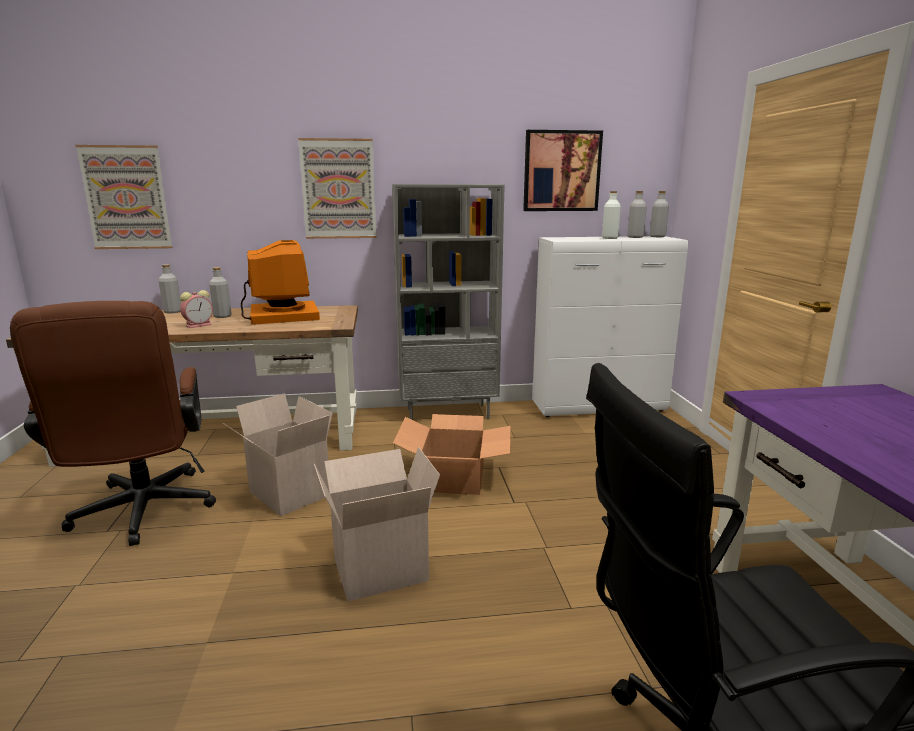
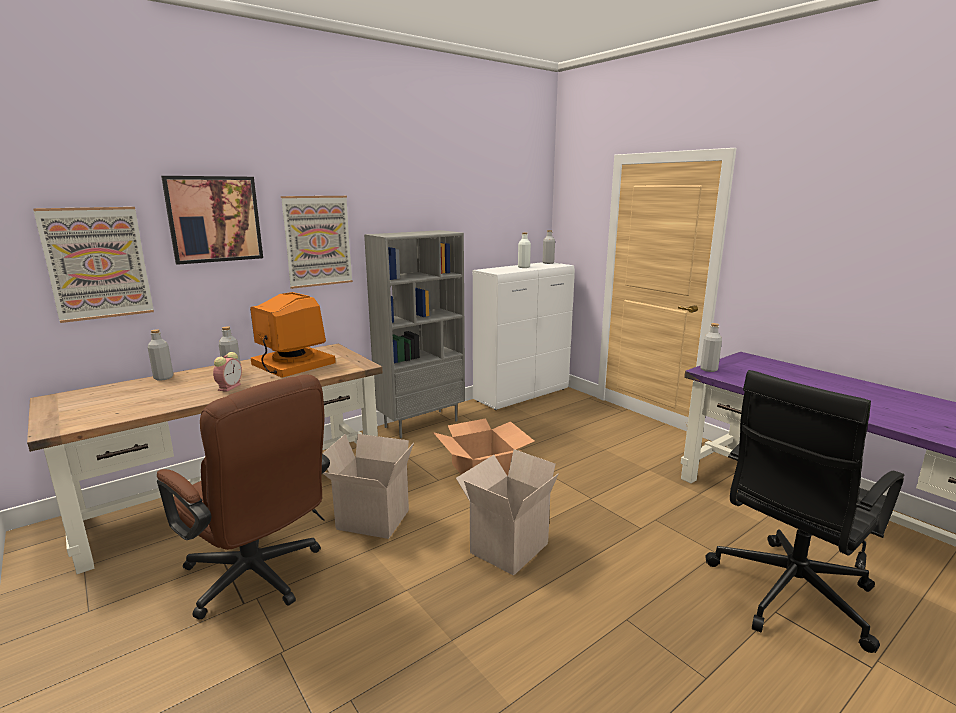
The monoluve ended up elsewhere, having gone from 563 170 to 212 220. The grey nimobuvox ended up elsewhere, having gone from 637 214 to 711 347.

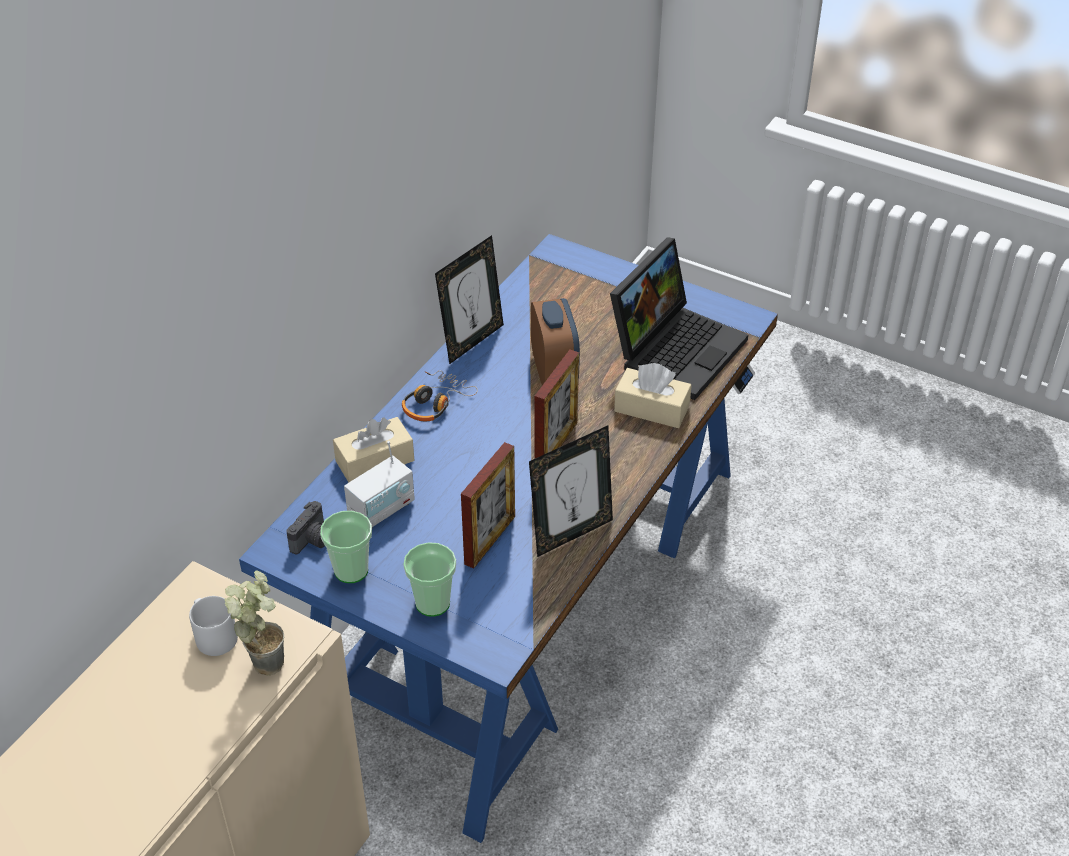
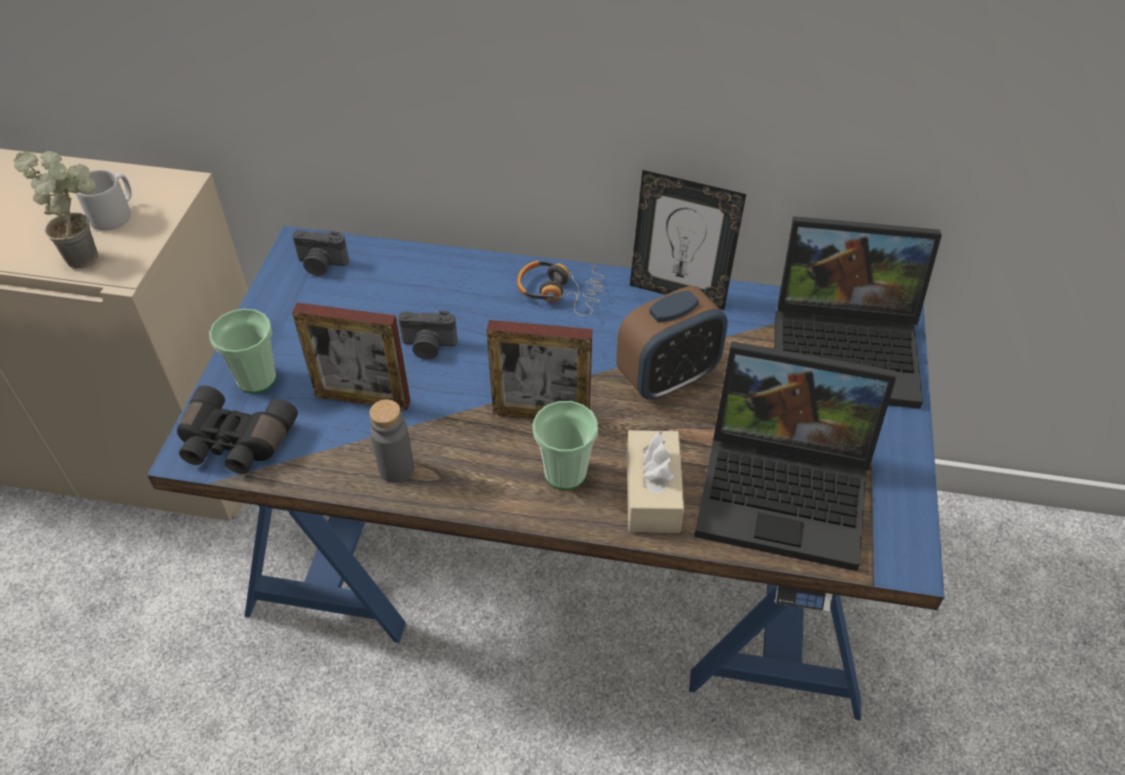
The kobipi ended up elsewhere, having gone from 346 547 to 565 445. The second view lost the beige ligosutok at 373 449. The second view lost the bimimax at 379 484. Where the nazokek stood at 571 491, the grey nimobuvox came to stand at 391 441. The second view gained the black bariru at 237 429. The second view gained the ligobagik at 428 334. The second view gained the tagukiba at 858 312.

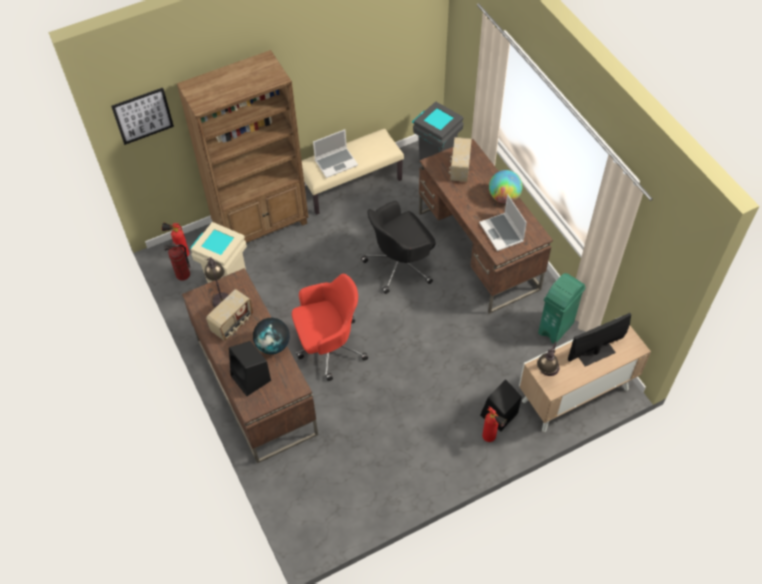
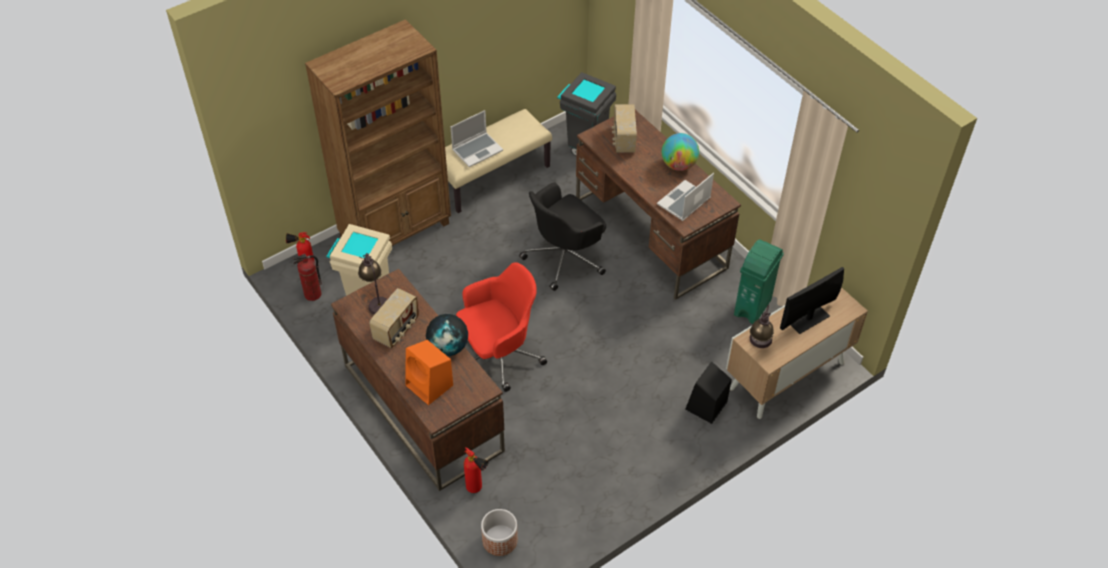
The second view lost the monoluve at 142 116. What was the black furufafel at 250 368 turned into the orange furufafel at 429 372. The tagukiba at 503 222 ended up facing another way, 75 degrees clockwise from before. The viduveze ended up elsewhere, having gone from 494 424 to 476 470. The second view gained the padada at 499 532.

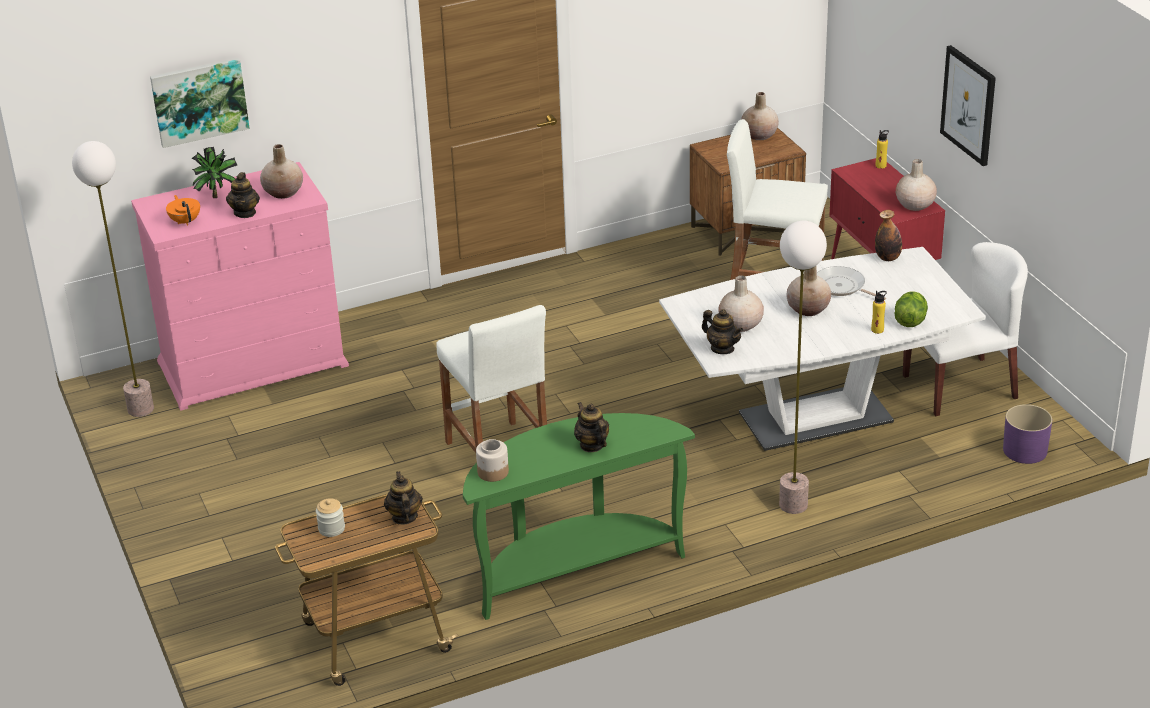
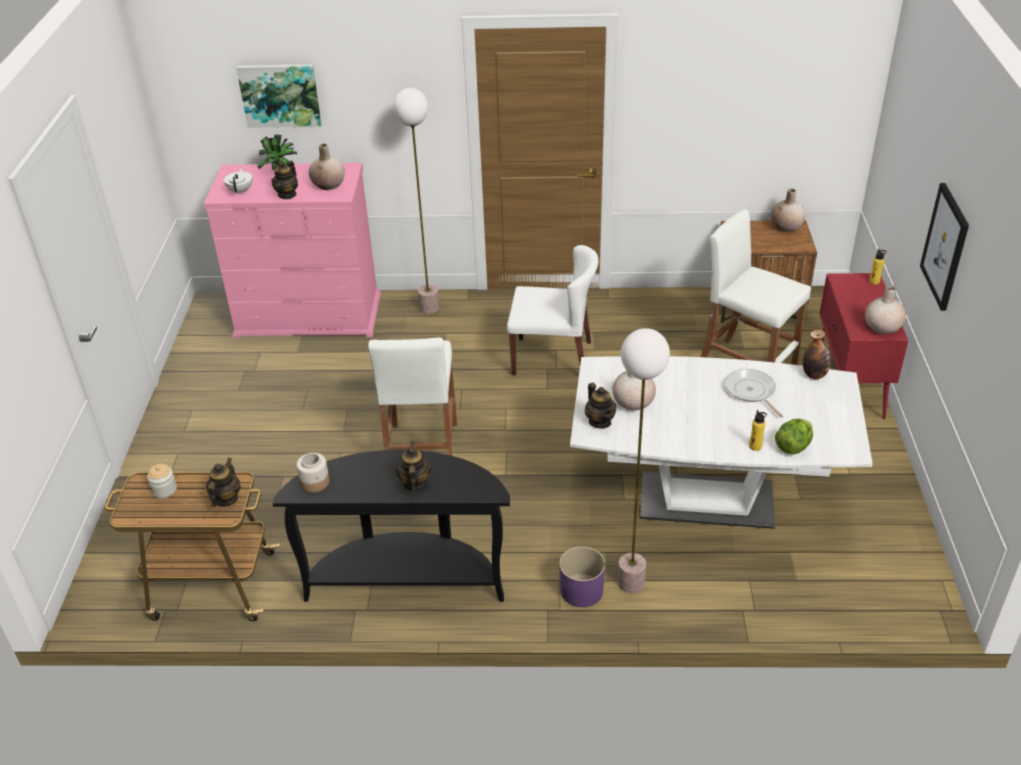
The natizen ended up elsewhere, having gone from 113 279 to 416 201. What was the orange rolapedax at 183 210 turned into the white rolapedax at 238 181. What was the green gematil at 579 516 turned into the black gematil at 391 526. The second view lost the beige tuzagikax at 808 290. The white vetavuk ended up elsewhere, having gone from 965 329 to 552 310. The purple padada ended up elsewhere, having gone from 1027 434 to 582 576.

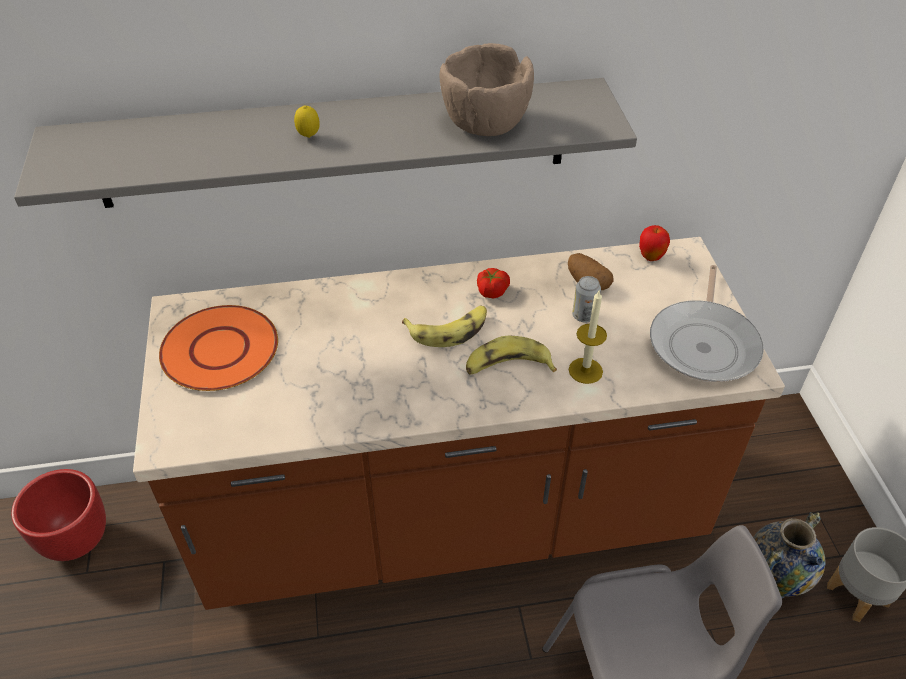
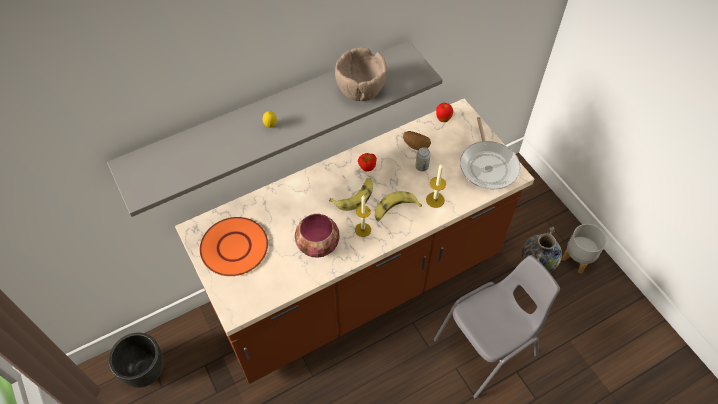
What was the red padada at 58 515 turned into the black padada at 136 360. The second view gained the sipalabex at 317 236. The second view gained the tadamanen at 363 216.

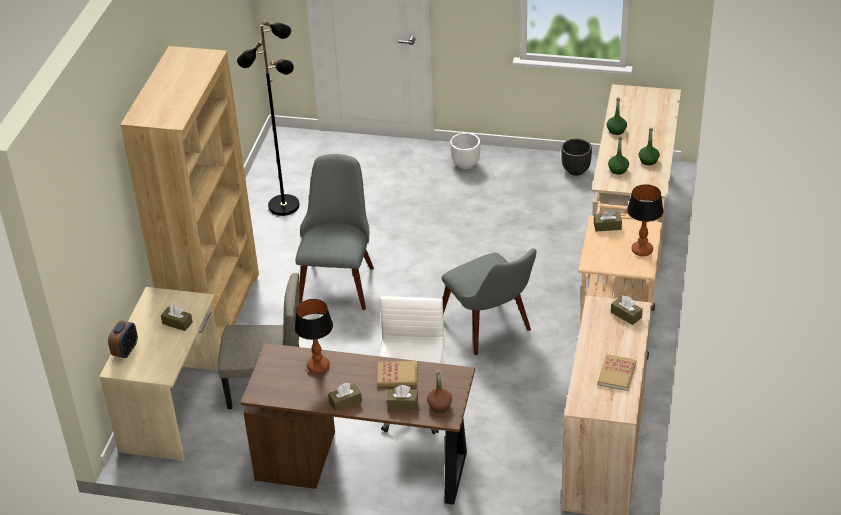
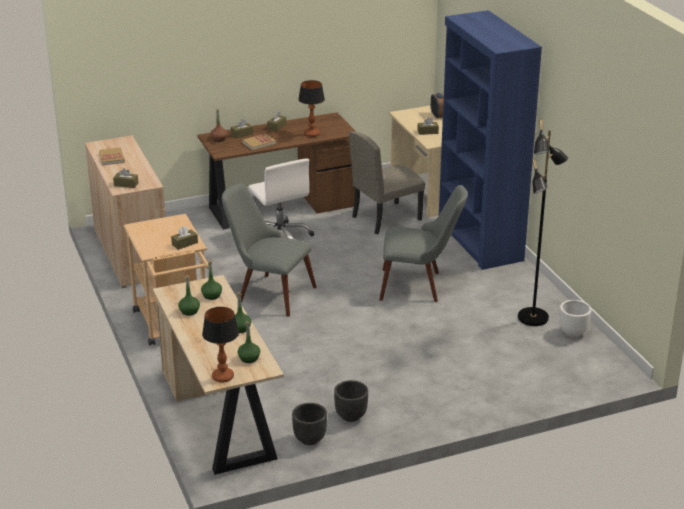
What was the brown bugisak at 189 196 turned into the blue bugisak at 490 140. The grey vetavuk at 334 232 ended up facing another way, 60 degrees counterclockwise from before. The white padada ended up elsewhere, having gone from 465 151 to 575 318. The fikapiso ended up elsewhere, having gone from 645 220 to 220 345. The second view gained the green nimobuvox at 249 342. The second view gained the black padada at 351 401.

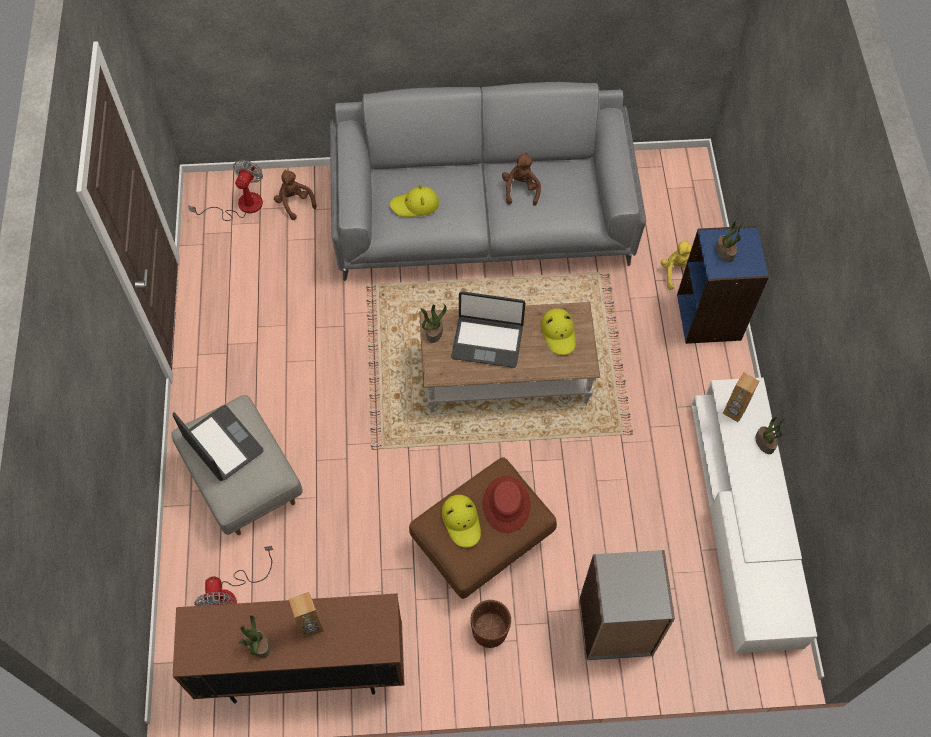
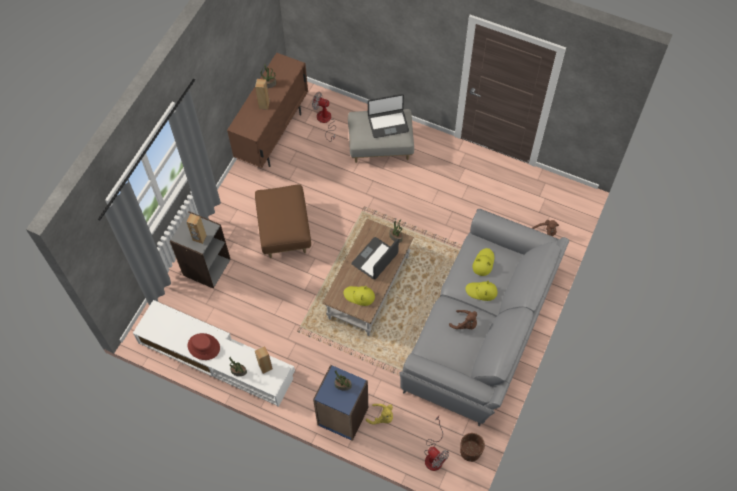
The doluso ended up elsewhere, having gone from 225 190 to 436 443. The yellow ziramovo ended up elsewhere, having gone from 461 521 to 481 290. The brown padada ended up elsewhere, having gone from 490 624 to 472 447. The red ziramovo ended up elsewhere, having gone from 507 504 to 204 346. The second view gained the brown furufafel at 196 228.

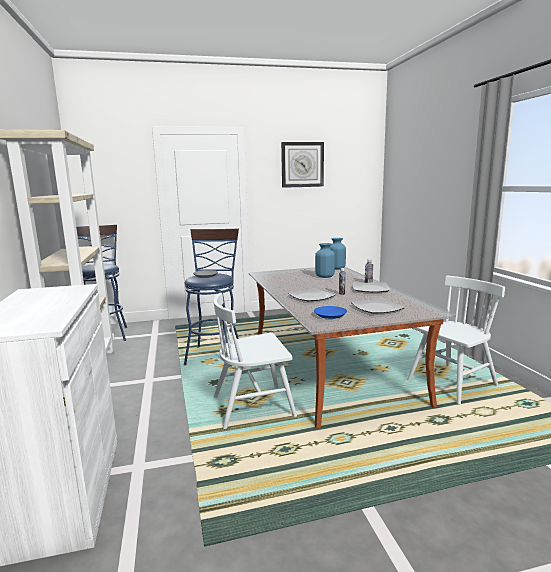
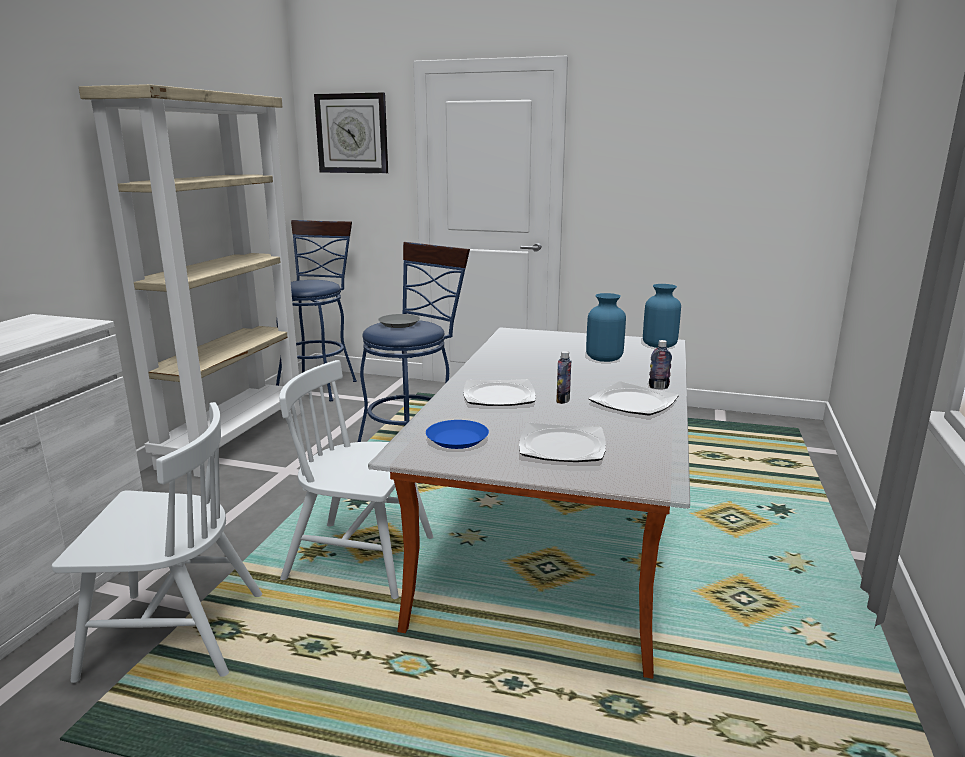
The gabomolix ended up elsewhere, having gone from 302 165 to 351 133. The white vetavuk ended up elsewhere, having gone from 456 339 to 157 542.

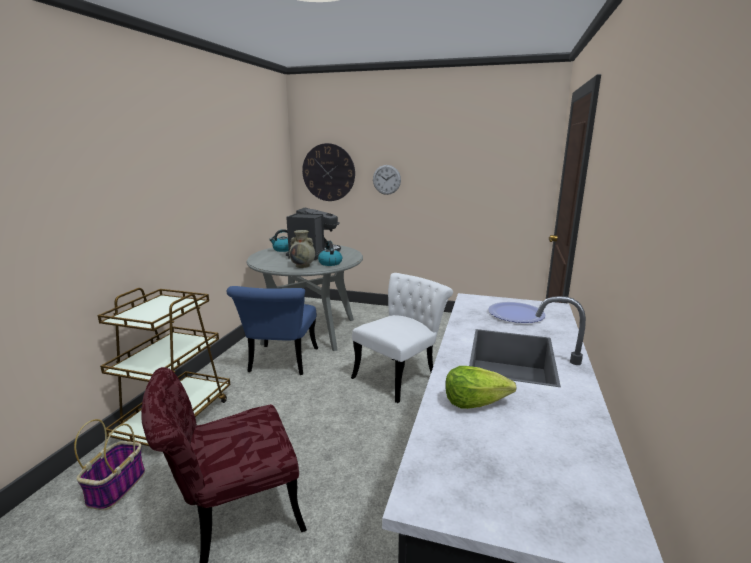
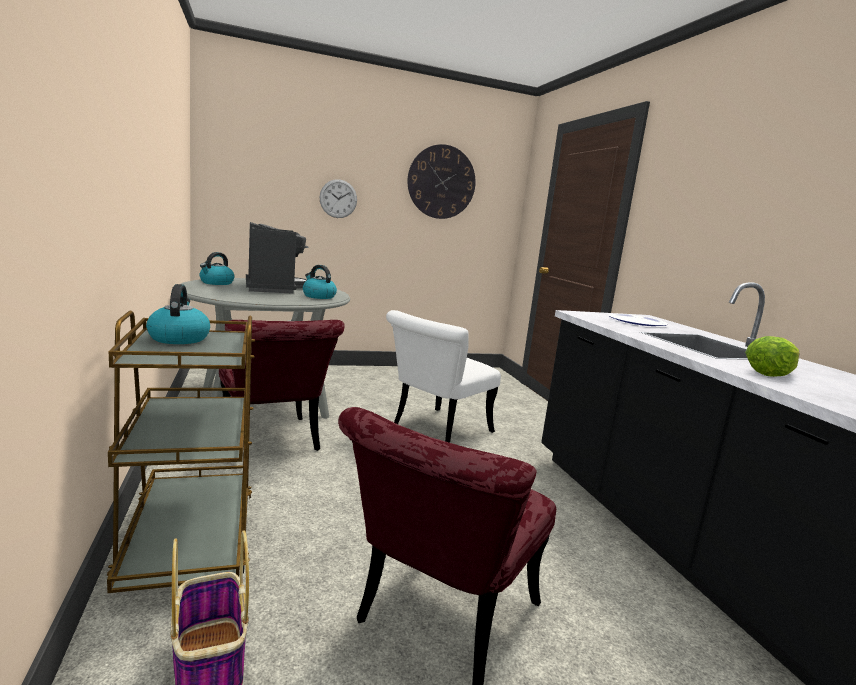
What was the blue vetavuk at 272 330 turned into the red vetavuk at 282 385. The second view lost the beige tuzagikax at 302 249. The gabomolix ended up elsewhere, having gone from 328 172 to 441 181. The white vetavuk at 402 338 ended up facing another way, 150 degrees counterclockwise from before. The second view gained the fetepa at 178 314.

